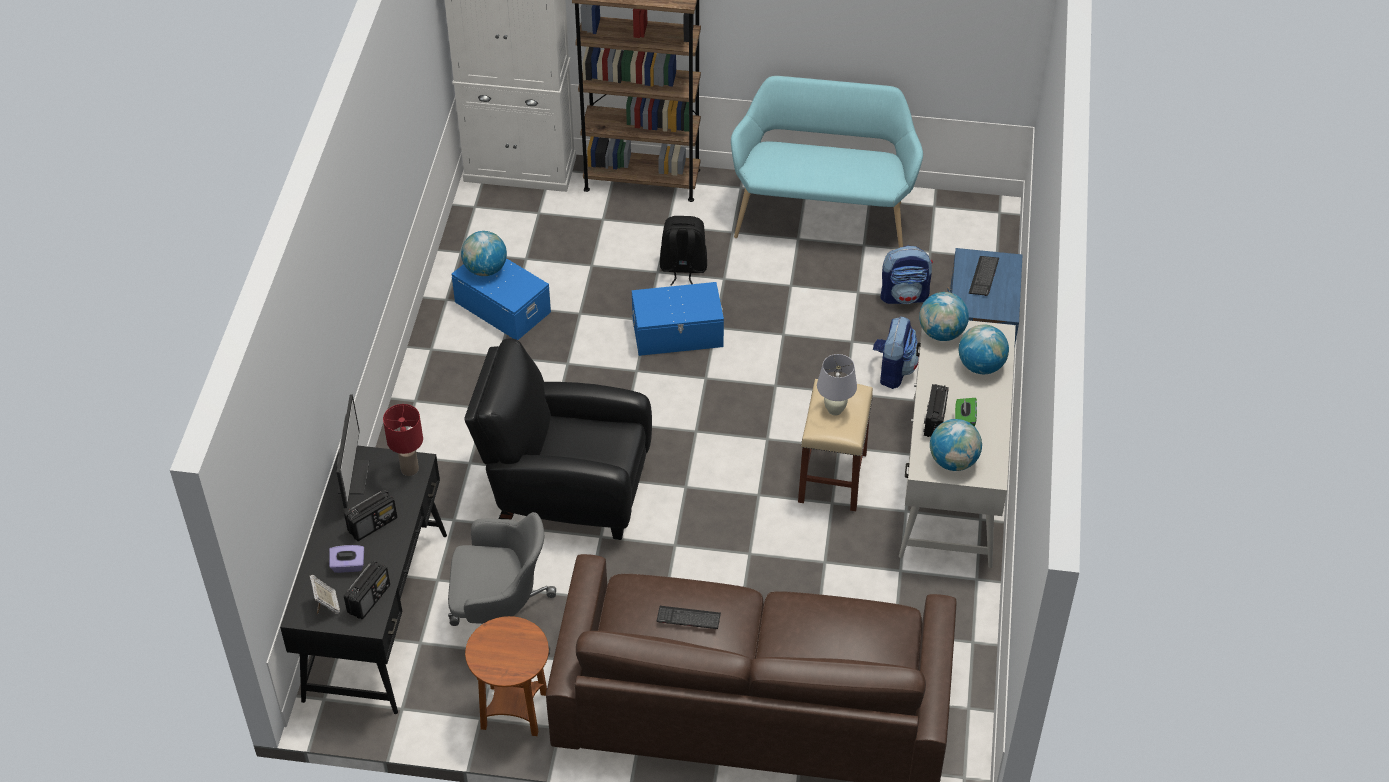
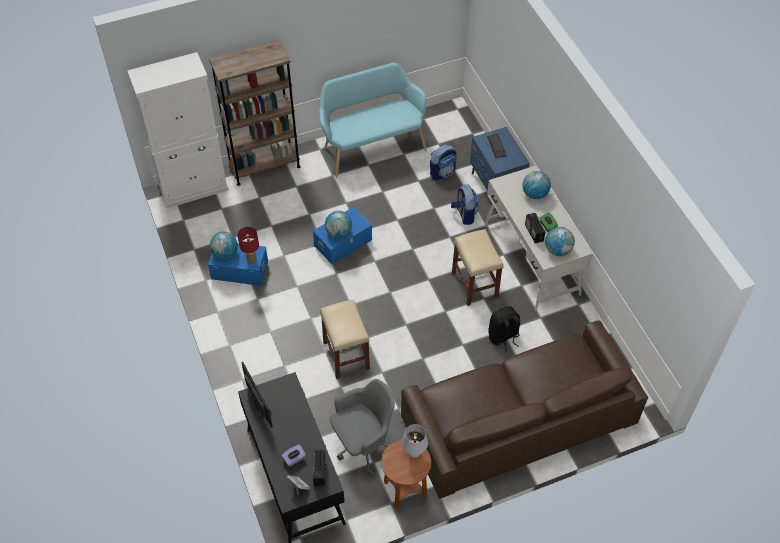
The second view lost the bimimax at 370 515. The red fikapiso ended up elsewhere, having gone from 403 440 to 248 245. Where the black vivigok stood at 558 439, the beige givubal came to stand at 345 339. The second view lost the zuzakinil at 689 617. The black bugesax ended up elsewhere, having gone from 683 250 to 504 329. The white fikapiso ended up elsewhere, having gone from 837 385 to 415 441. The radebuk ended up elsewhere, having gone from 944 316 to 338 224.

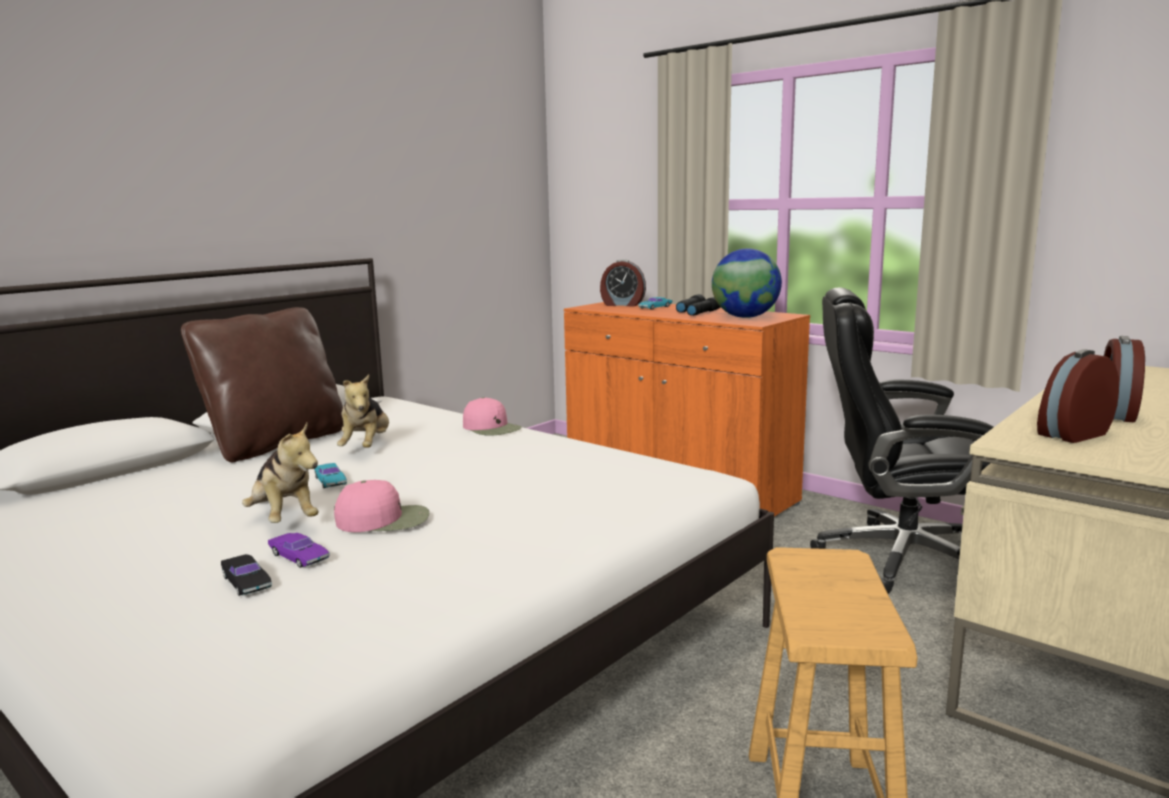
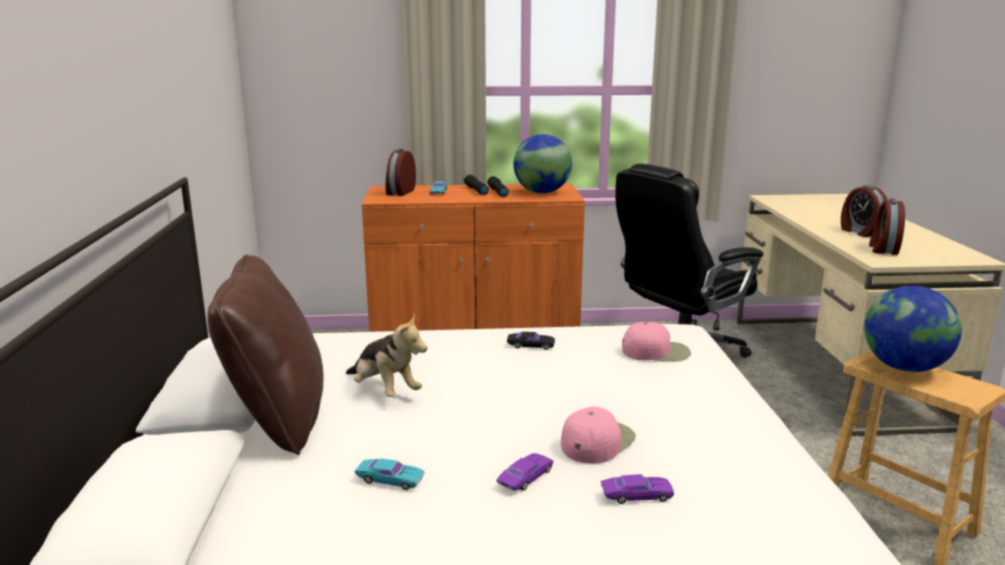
The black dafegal ended up elsewhere, having gone from 246 575 to 531 341. Where the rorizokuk stood at 280 473, the purple dafegal came to stand at 525 472. The turquoise dafegal ended up elsewhere, having gone from 330 475 to 389 474. The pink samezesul ended up elsewhere, having gone from 492 416 to 656 341. The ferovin at 623 282 ended up facing another way, 135 degrees clockwise from before. The second view gained the radebuk at 913 329.

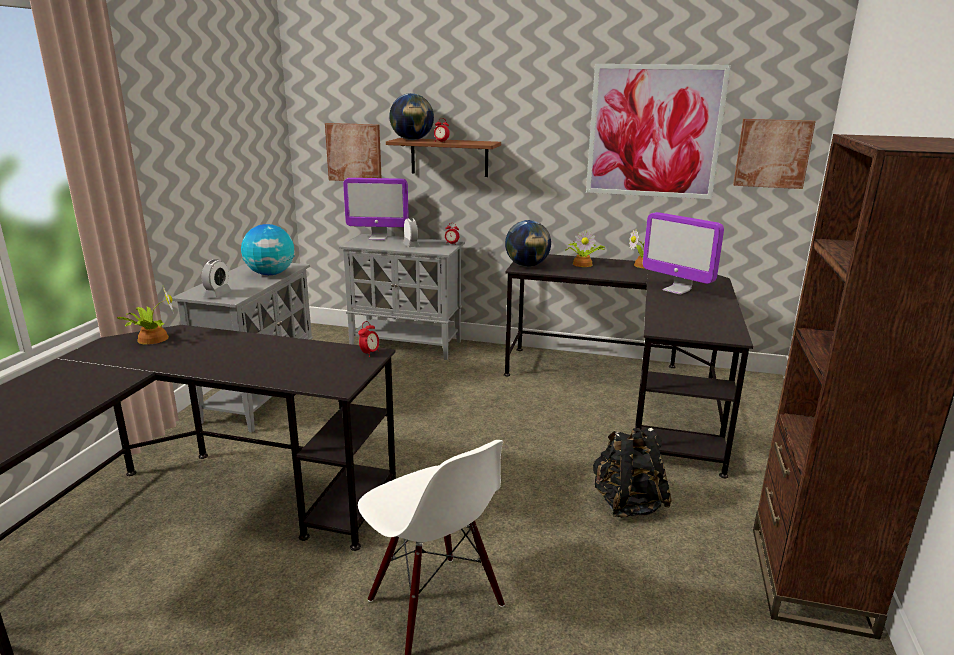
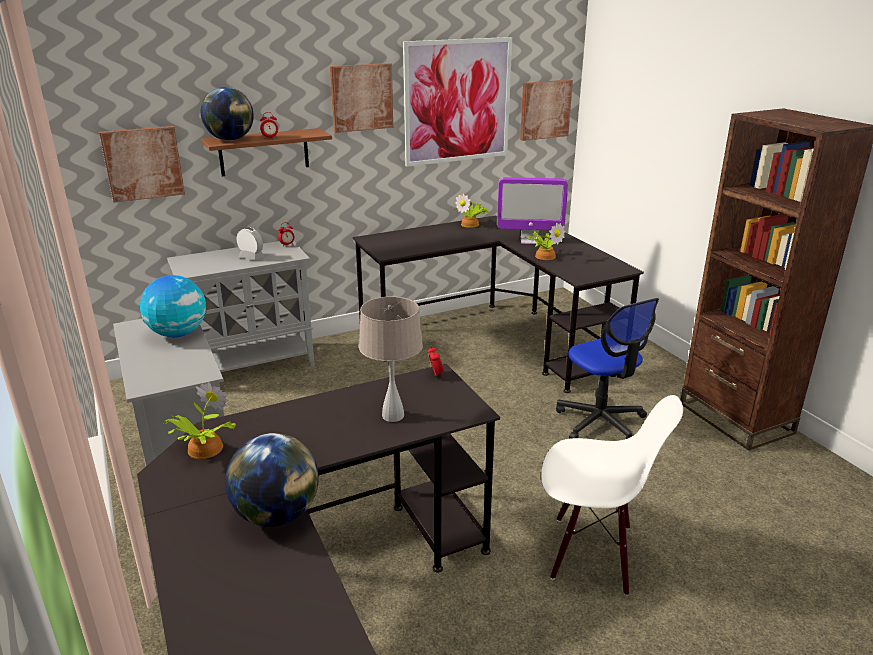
The second view lost the ferovin at 217 278. The second view lost the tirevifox at 376 209. The radebuk ended up elsewhere, having gone from 528 243 to 272 480. The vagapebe ended up elsewhere, having gone from 585 248 to 545 241. Where the black bugesax stood at 632 472, the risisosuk came to stand at 607 368. The second view gained the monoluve at 361 98. The second view gained the beige fikapiso at 391 359.

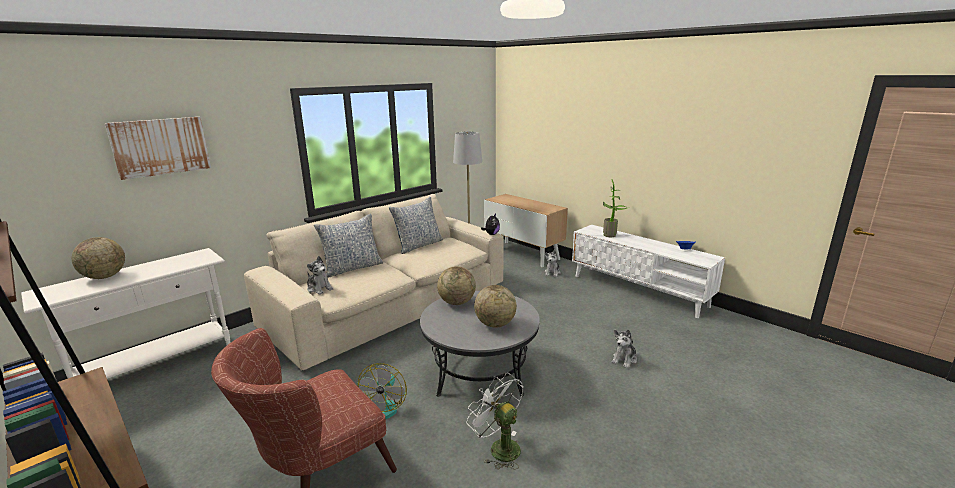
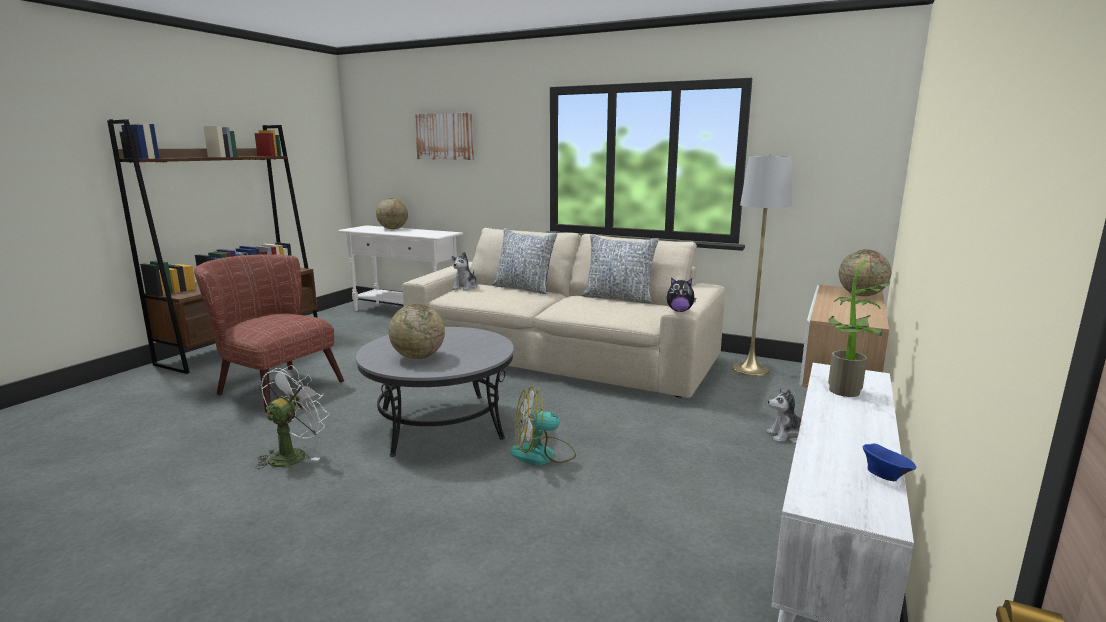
The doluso ended up elsewhere, having gone from 382 391 to 543 425. The radebuk ended up elsewhere, having gone from 456 285 to 865 272. The second view lost the rorizokuk at 624 348.

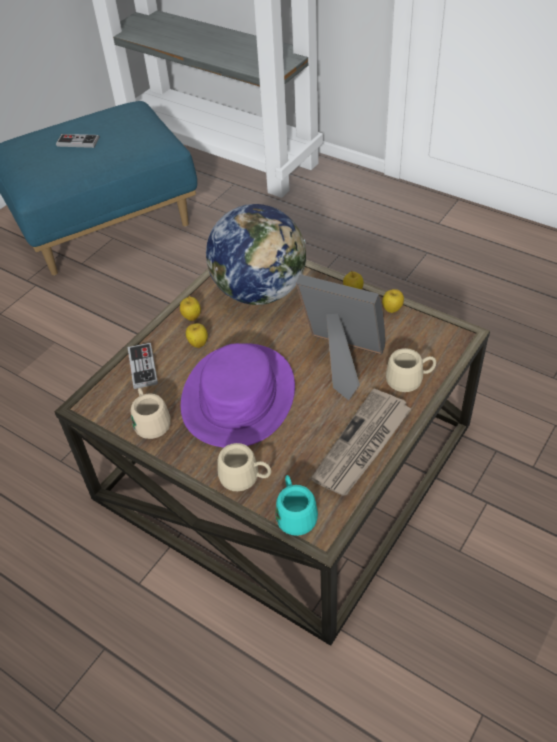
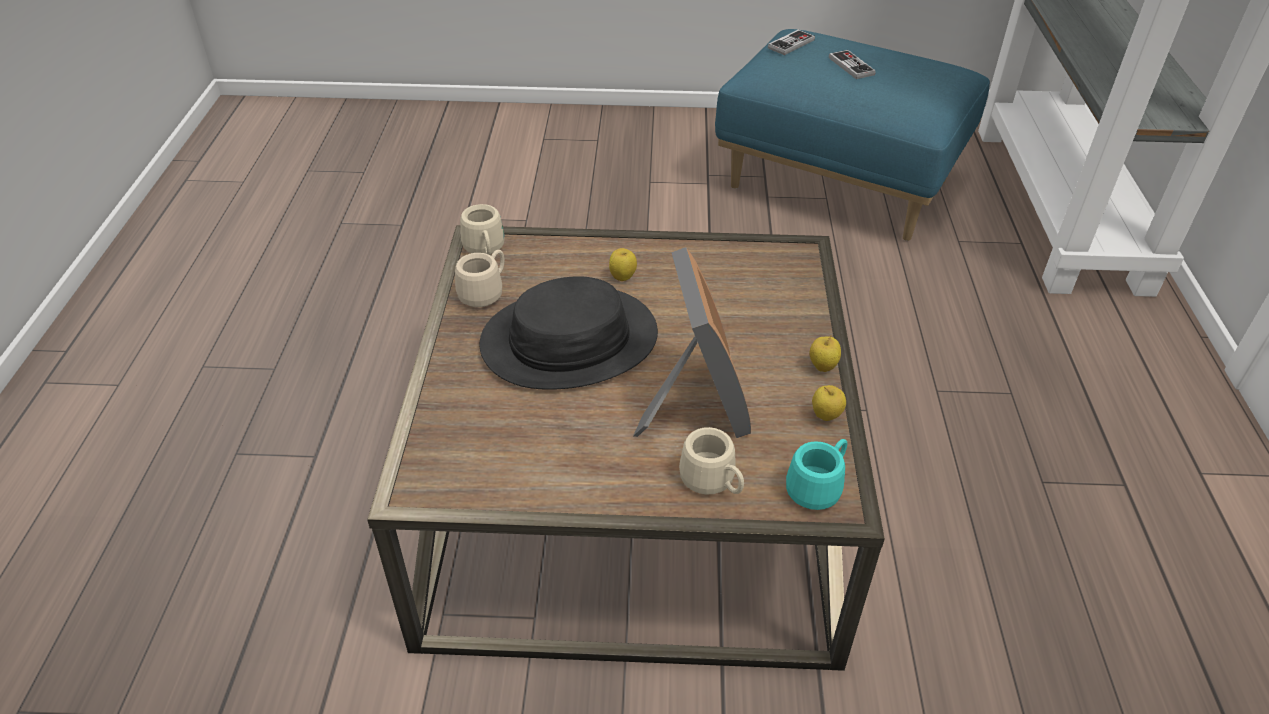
The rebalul ended up elsewhere, having gone from 143 366 to 791 42. The second view lost the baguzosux at 190 308. What was the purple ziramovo at 238 395 turned into the black ziramovo at 569 333. The second view lost the radebuk at 256 254. The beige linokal ended up elsewhere, having gone from 244 467 to 482 229. The turquoise linokal ended up elsewhere, having gone from 296 505 to 816 474. The second view lost the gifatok at 361 441.

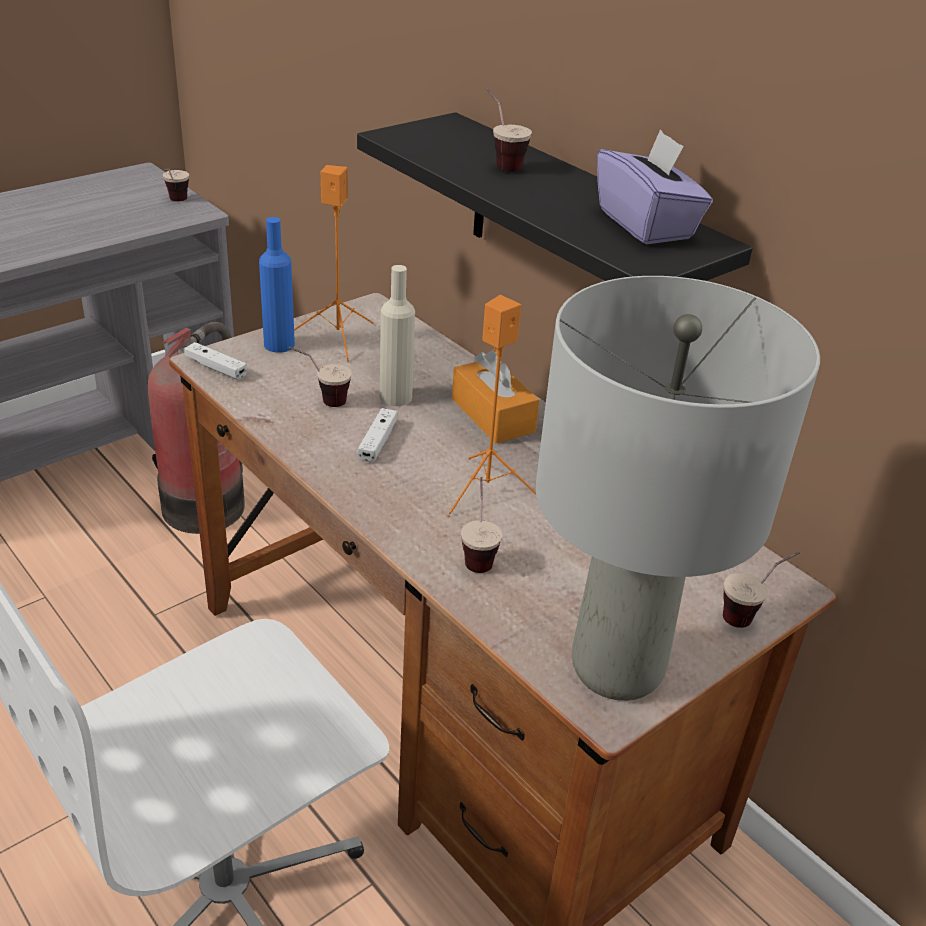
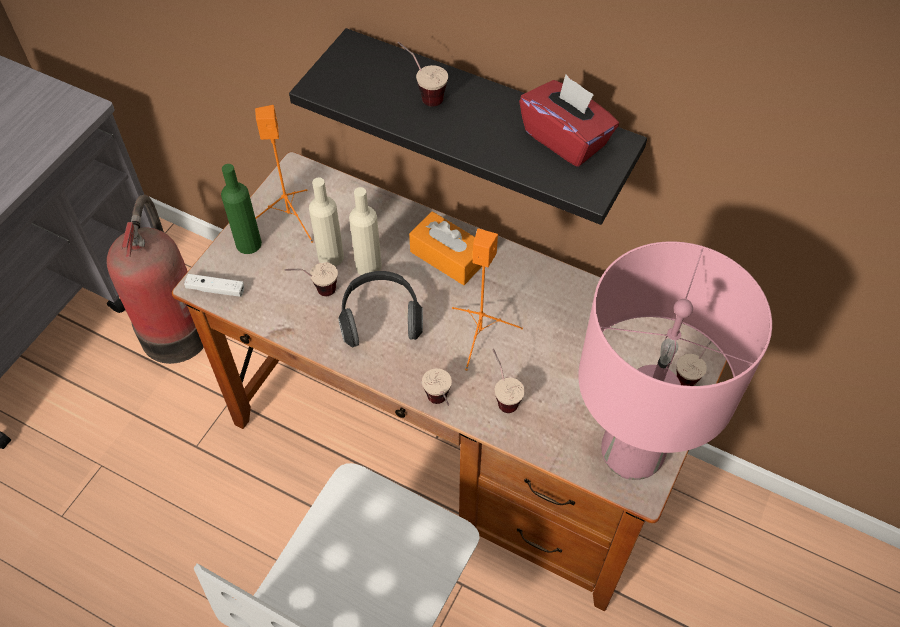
The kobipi ended up elsewhere, having gone from 176 185 to 437 387. What was the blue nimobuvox at 277 285 turned into the green nimobuvox at 241 209. Where the white rebalul stood at 378 435, the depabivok came to stand at 380 309. What was the grey fikapiso at 678 488 turned into the pink fikapiso at 675 360. What was the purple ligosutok at 655 186 turned into the red ligosutok at 569 121. The second view gained the beige nimobuvox at 326 222.

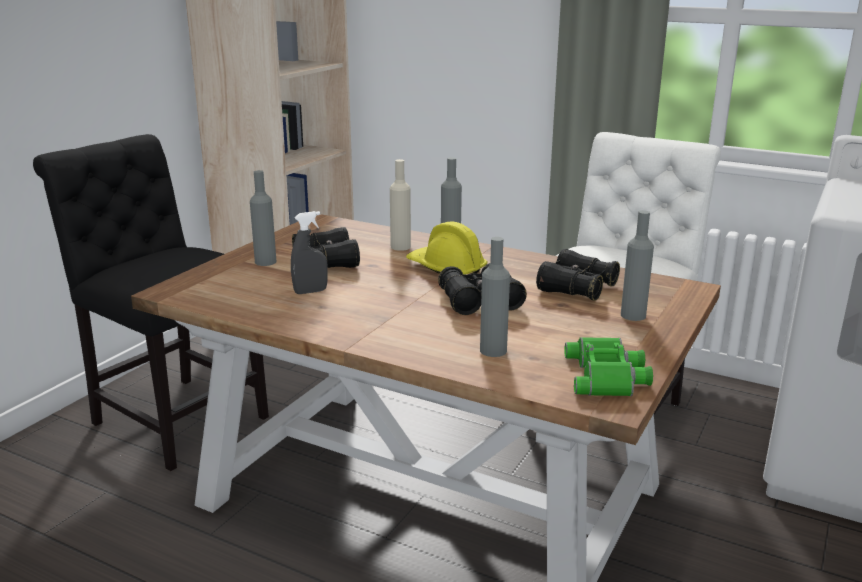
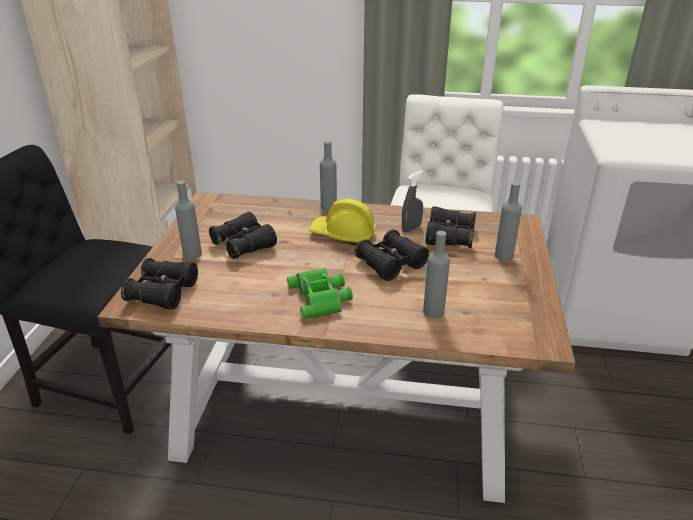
The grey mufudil ended up elsewhere, having gone from 309 252 to 412 201. The second view lost the beige nimobuvox at 400 205. The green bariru ended up elsewhere, having gone from 608 366 to 320 293. The second view gained the black bariru at 159 284.

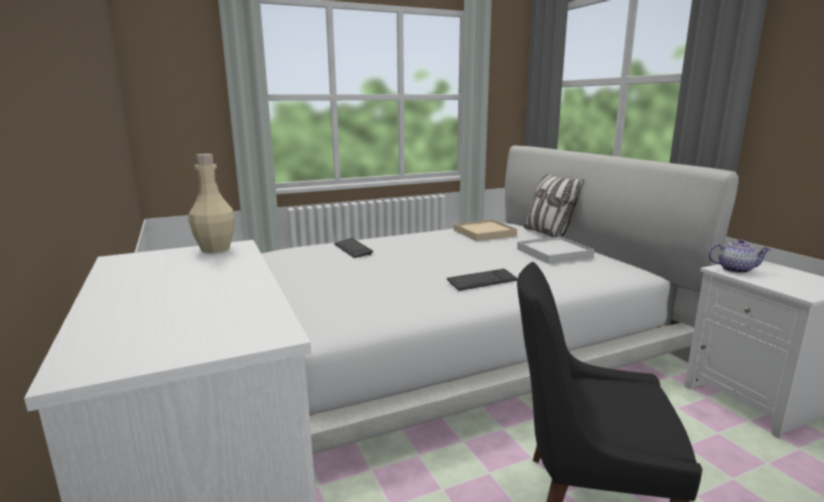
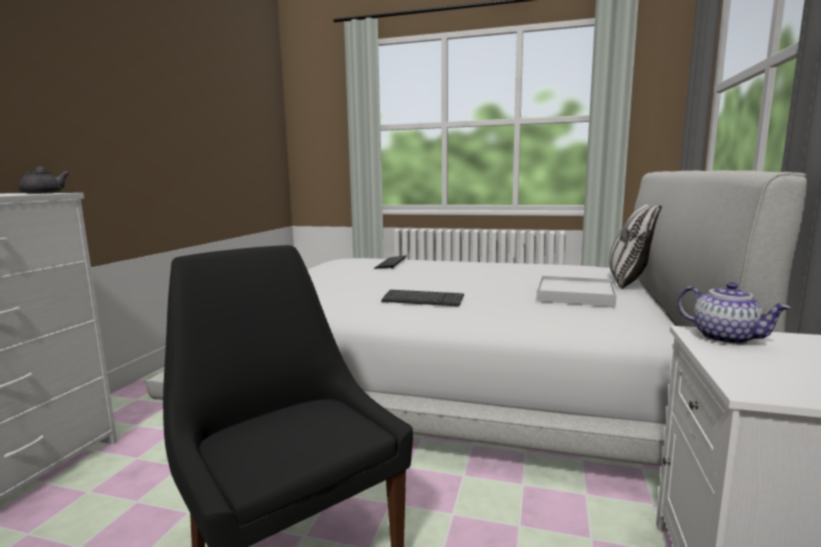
Where the beige nimobuvox stood at 211 203, the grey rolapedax came to stand at 44 180. The second view lost the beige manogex at 485 230.

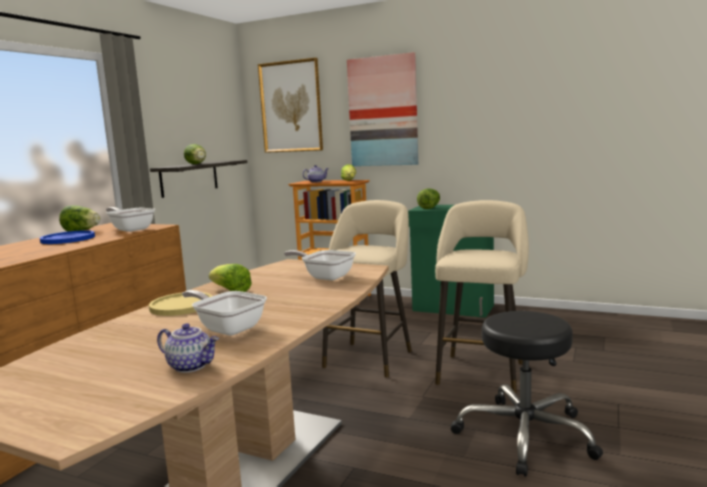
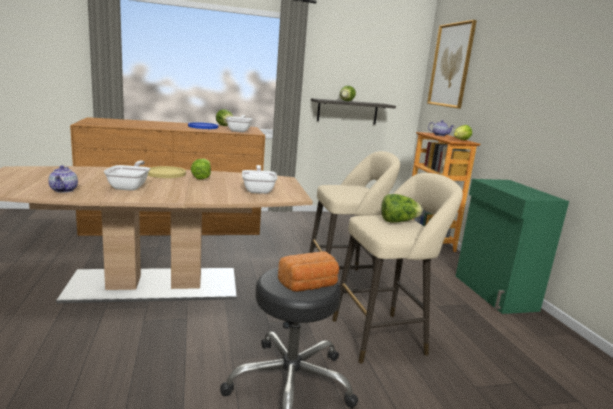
The second view lost the monoluve at 382 109. The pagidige ended up elsewhere, having gone from 428 198 to 402 208. The second view gained the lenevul at 309 271.

